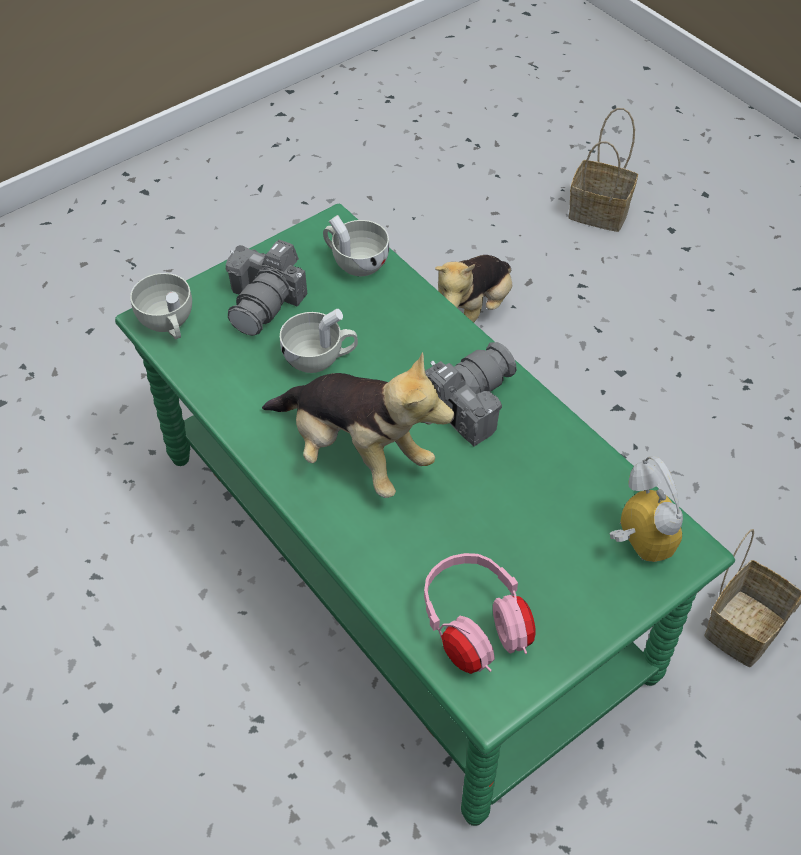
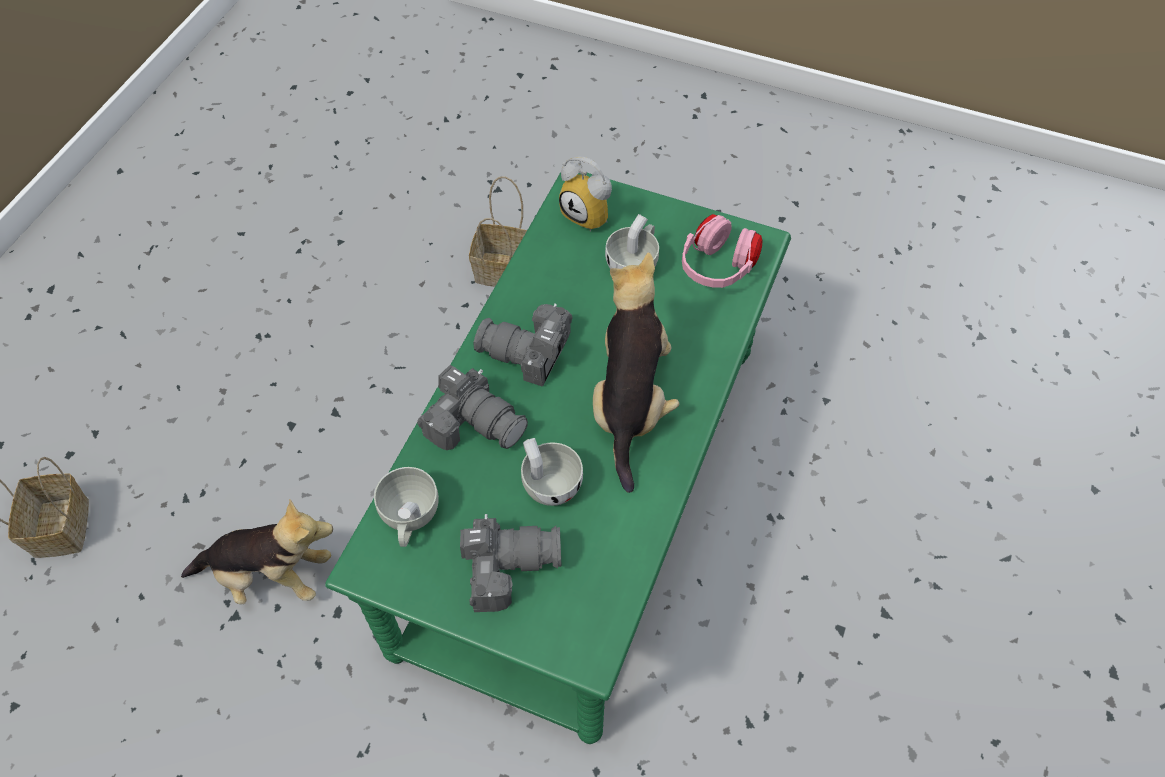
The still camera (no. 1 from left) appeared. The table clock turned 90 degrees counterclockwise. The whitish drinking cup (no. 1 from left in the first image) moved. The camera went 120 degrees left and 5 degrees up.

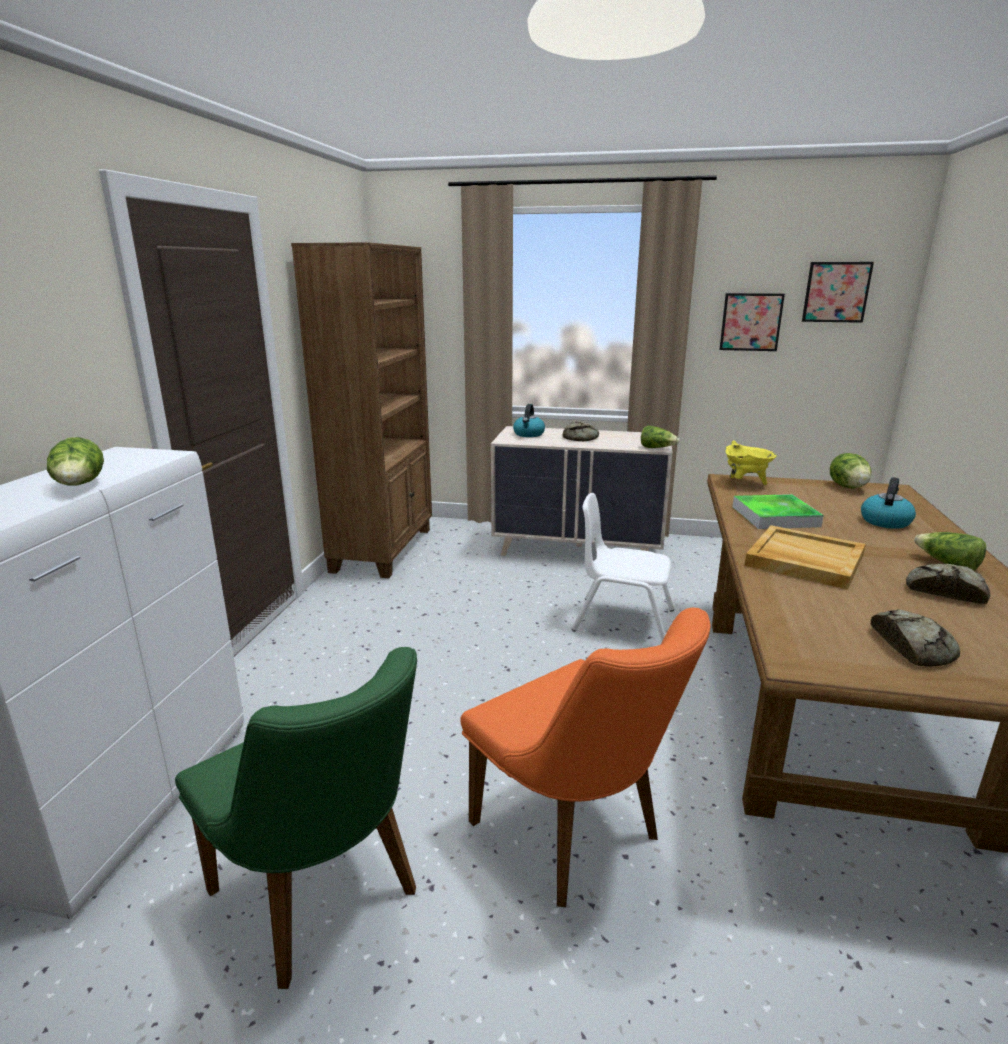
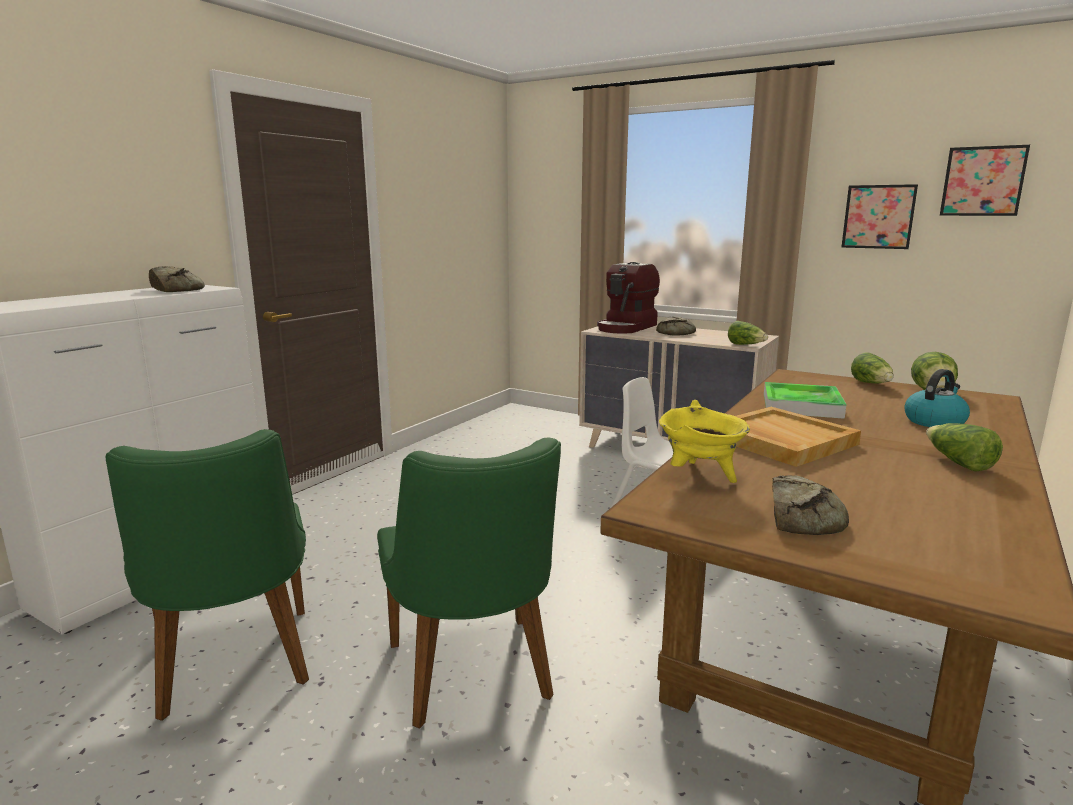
The bread (no. 3 from left in the first image) moved. The orange-coloured plain chair became the green plain chair (no. 2 from left). The tea kettle (no. 1 from left) was replaced by the coffee brewer. The yellow cooking pot moved. The head of lettuce (no. 1 from left in the first image) moved. The brown-coloured bookshelf disappeared. The camera went 20 degrees right and 5 degrees down.

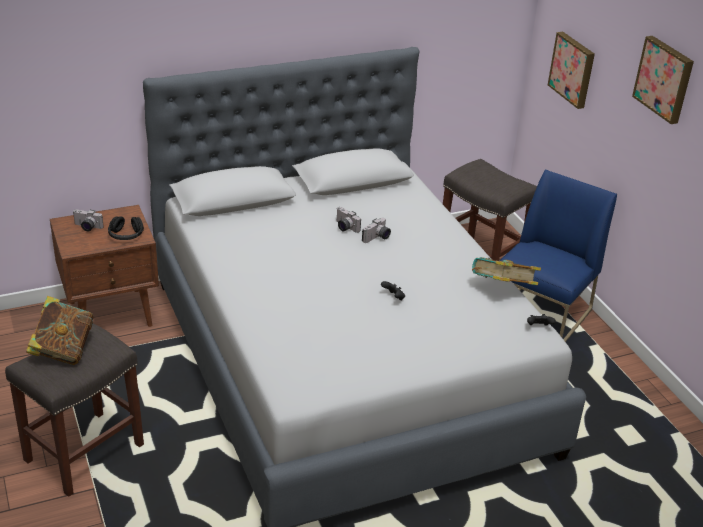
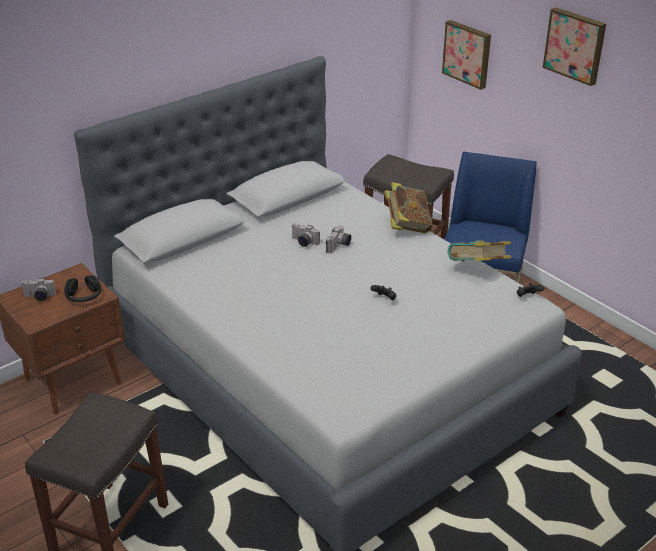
The volume (no. 1 from left) moved. The camera went 15 degrees left and 0 degrees up.

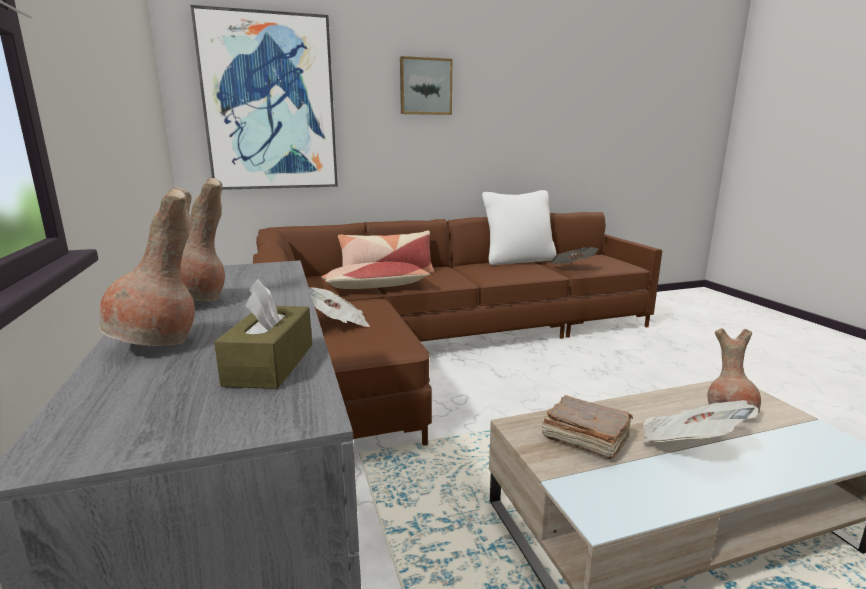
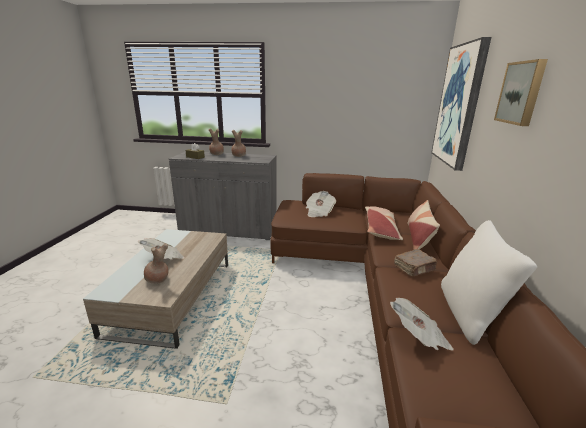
The brown-coloured volume moved. The camera went 115 degrees right and 5 degrees up.

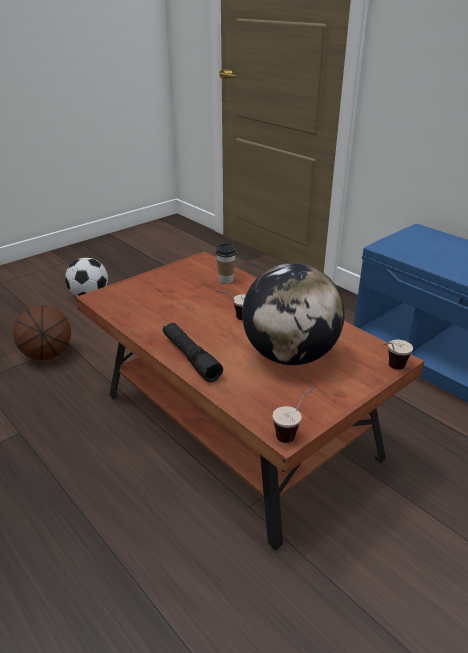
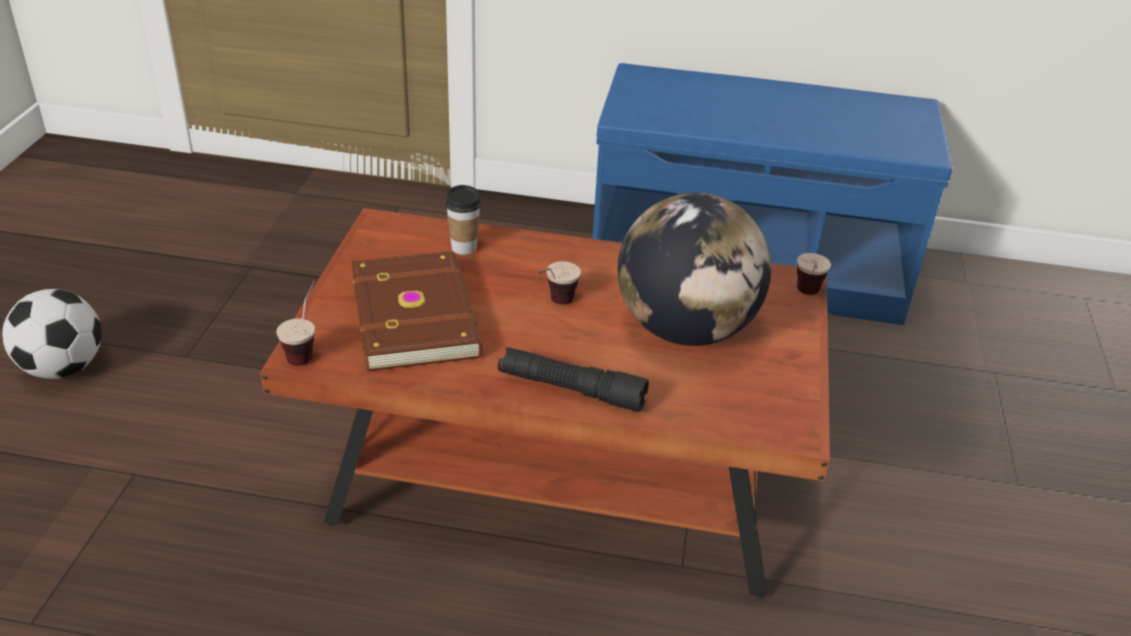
The drinking cup (no. 3 from left in the first image) moved. The brown-coloured volume appeared. The basketball ball disappeared. The camera went 40 degrees left and 5 degrees up.

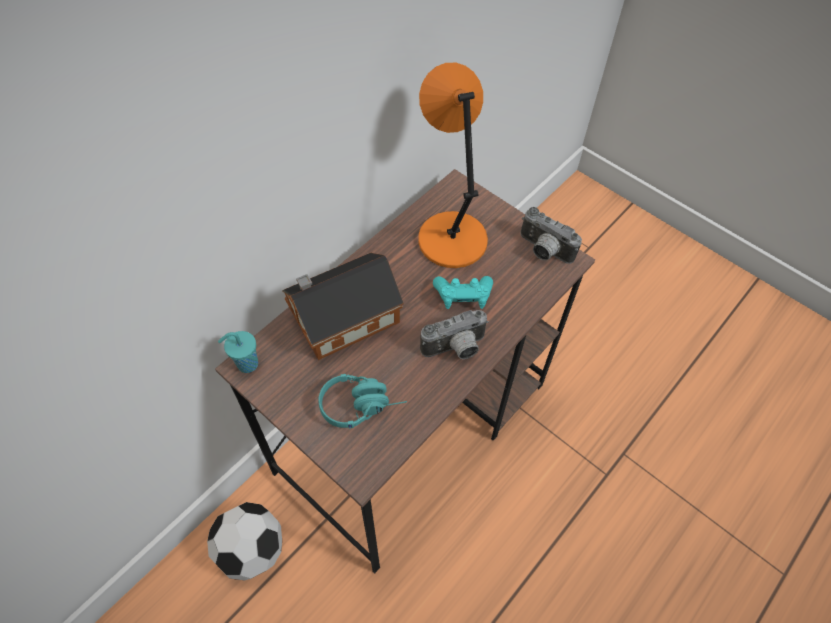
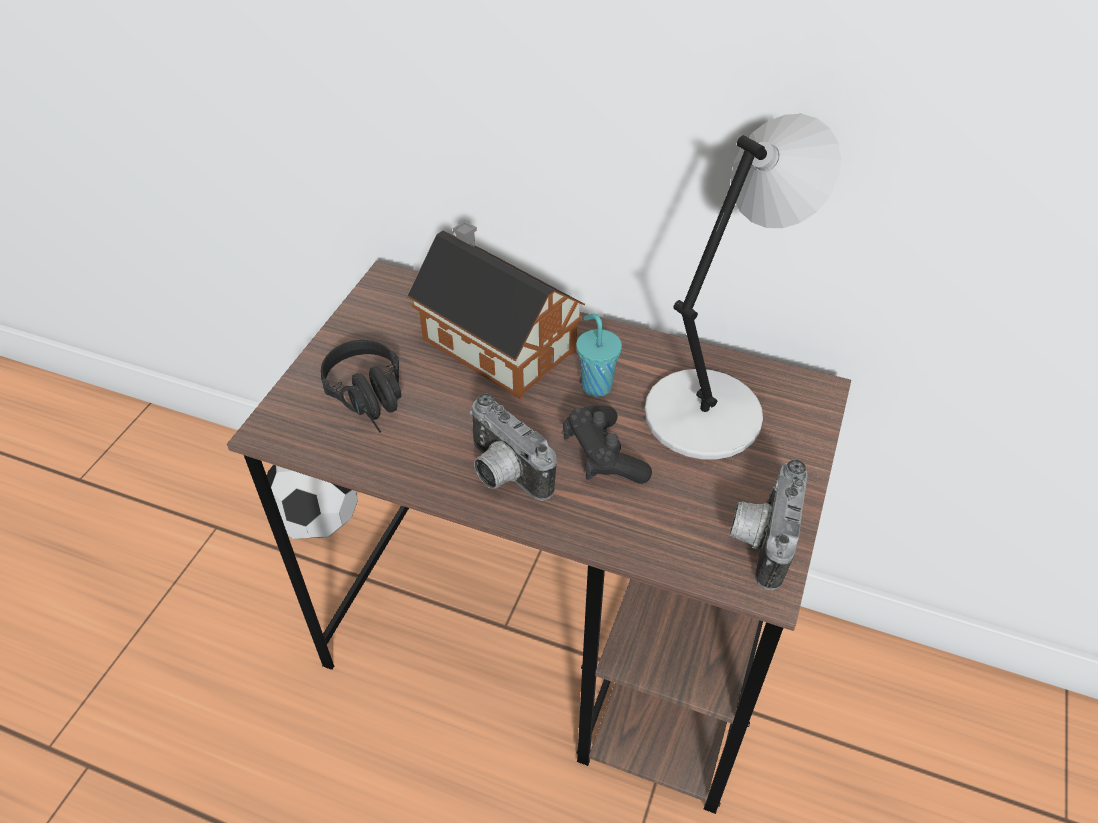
The turquoise headphones became the black-coloured headphones. The turquoise gamepad became the black-coloured gamepad. The turquoise drinking cup moved. The orange-coloured tabletop lamp became the greyish tabletop lamp. The camera went 70 degrees right and 10 degrees down.

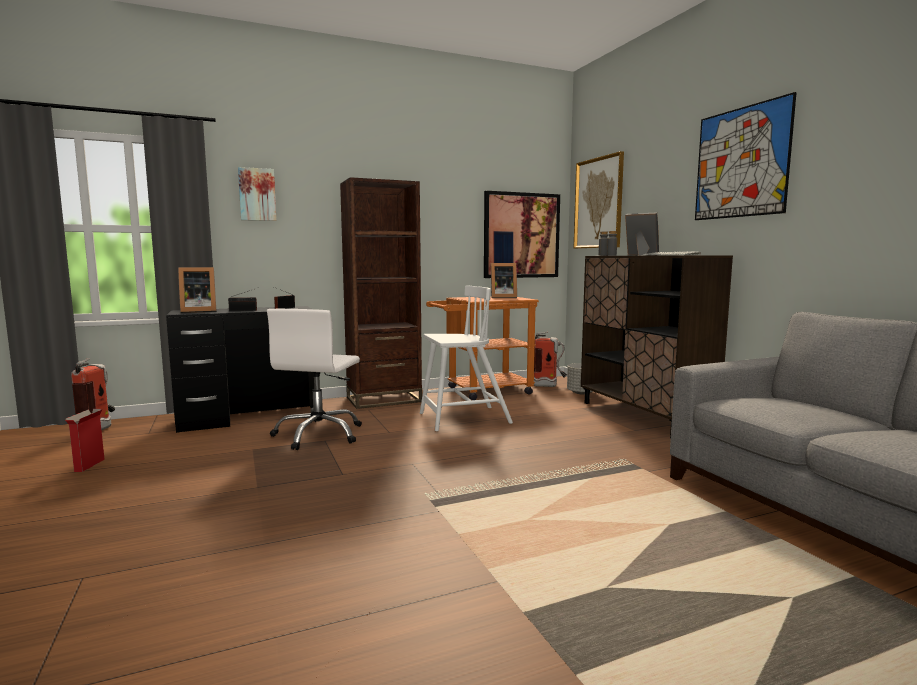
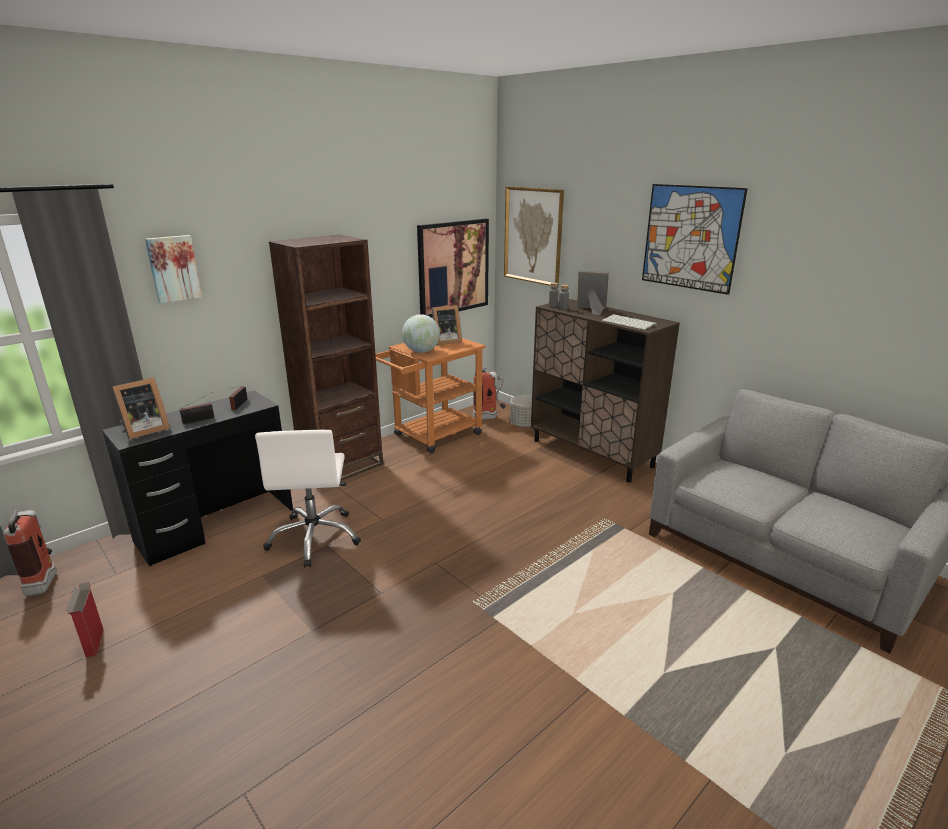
The globe appeared. The whitish plain chair disappeared. The camera went 20 degrees left and 15 degrees up.

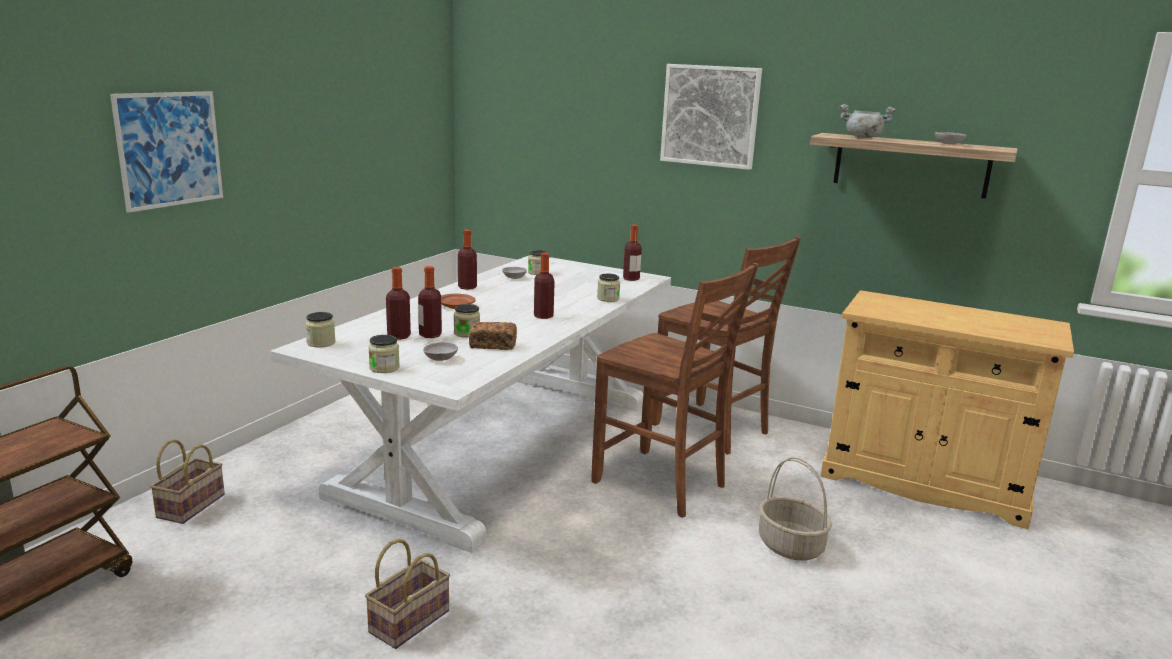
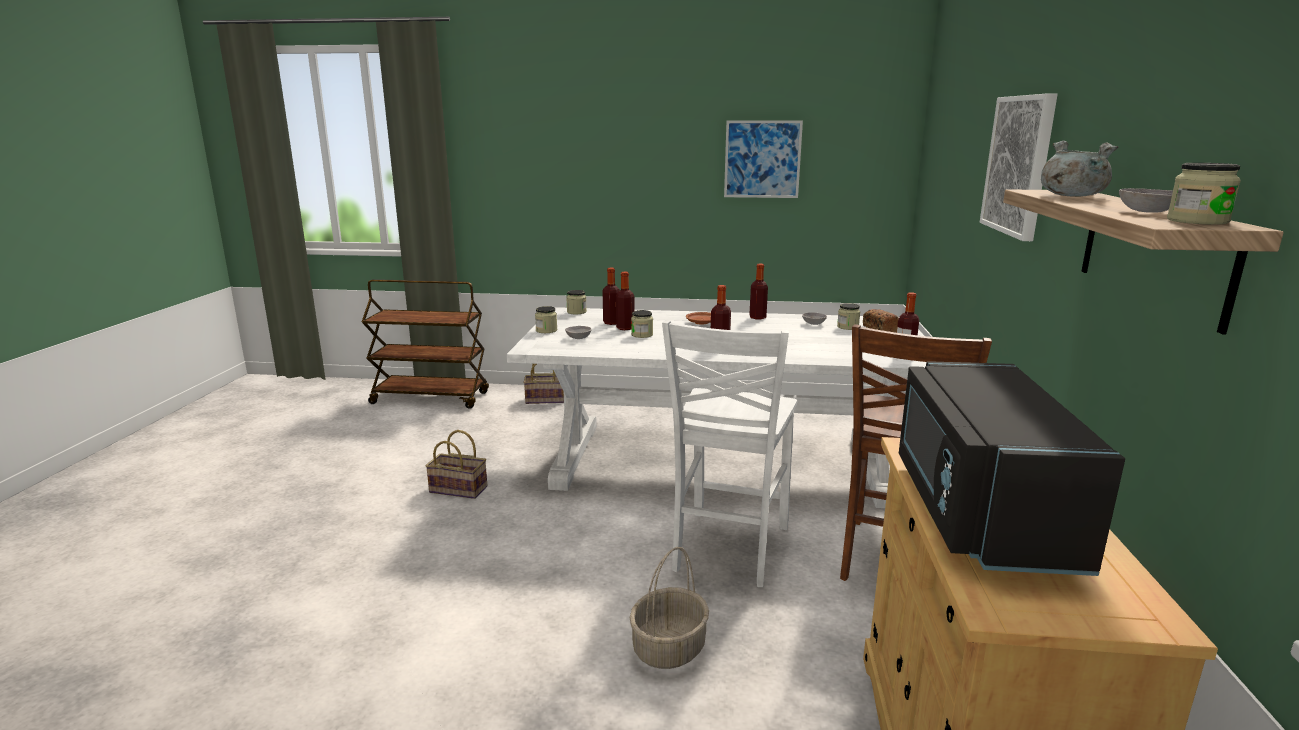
The brown-coloured plain chair (no. 1 from left) became the whitish plain chair. The wall art (no. 1 from left) moved. The bread moved. The black-coloured microwave oven appeared. The preserve jar (no. 5 from left) moved. The camera went 70 degrees right and 0 degrees up.

